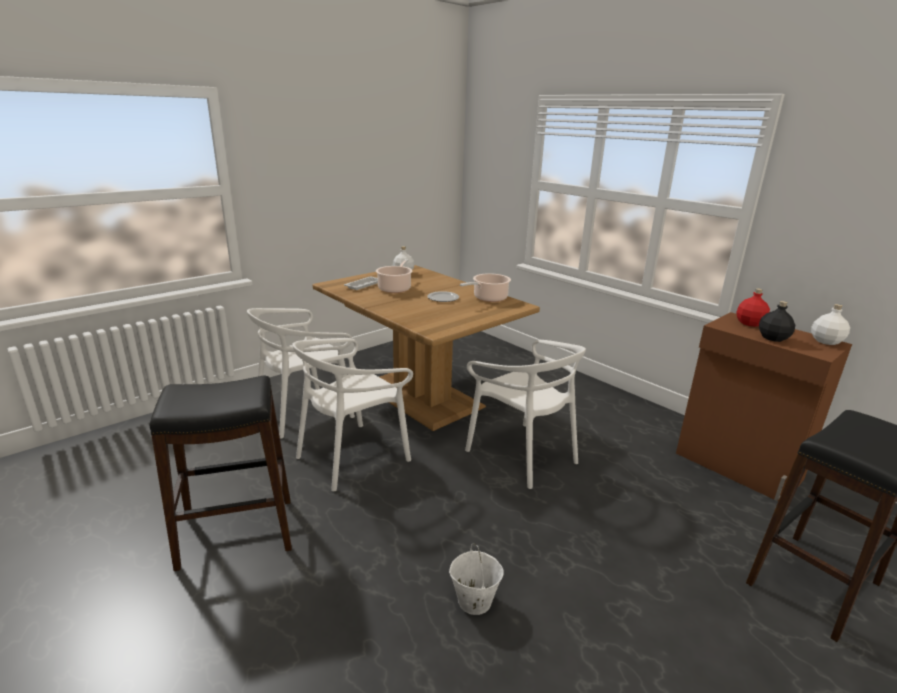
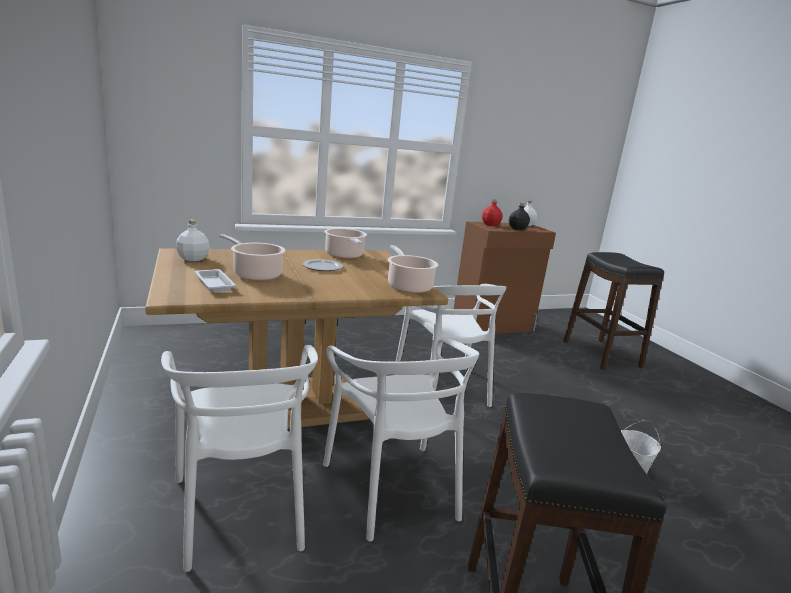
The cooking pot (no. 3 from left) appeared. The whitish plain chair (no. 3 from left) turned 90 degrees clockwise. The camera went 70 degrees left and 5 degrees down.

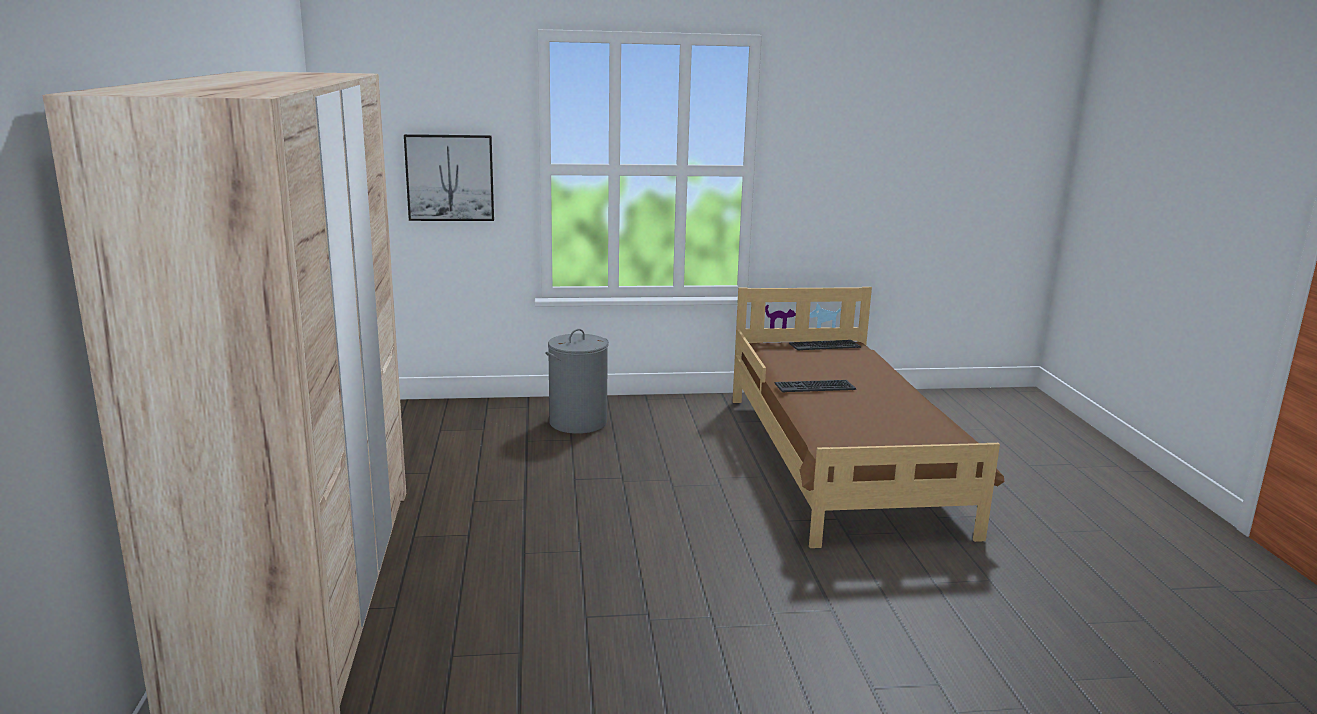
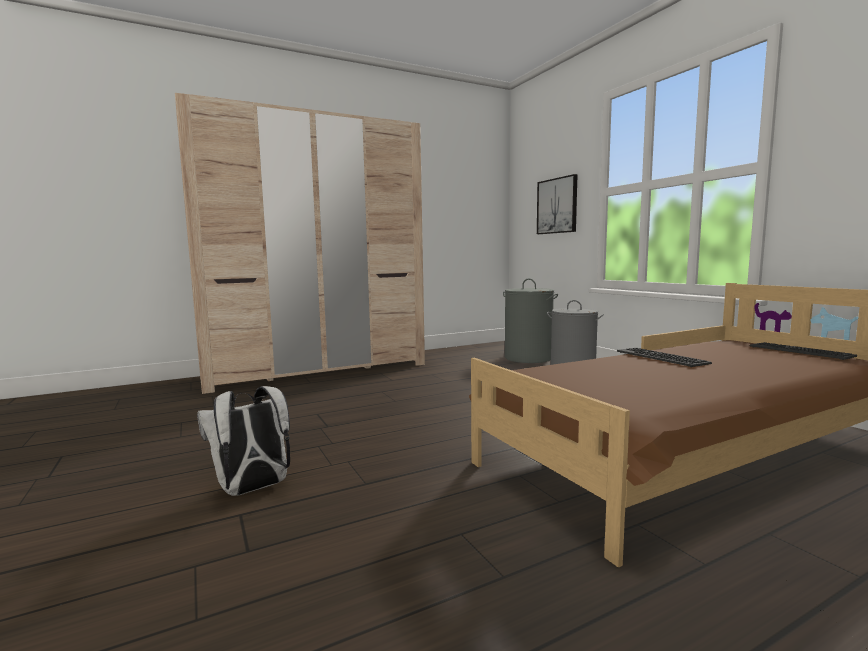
The whitish knapsack appeared. The greyish hamper (no. 1 from left) appeared. The camera went 70 degrees right and 10 degrees down.

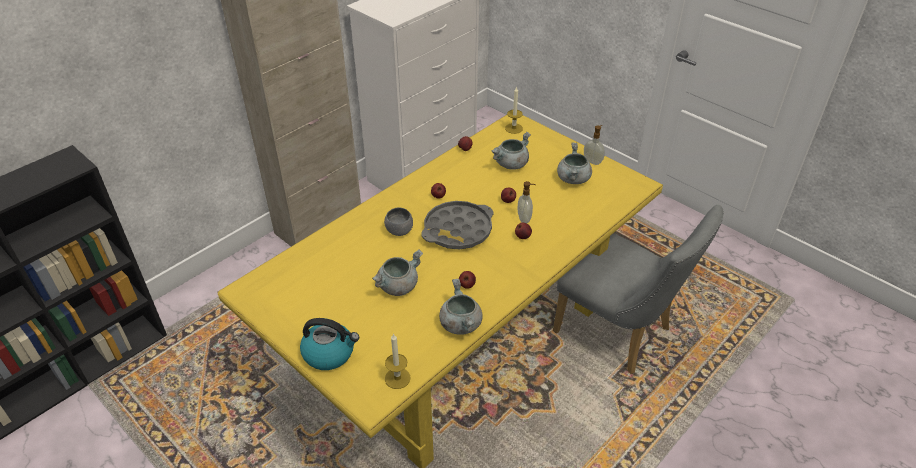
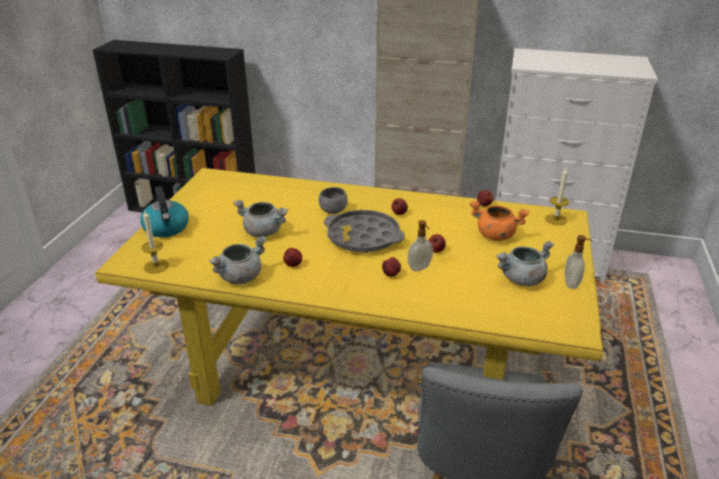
The greyish cooking pot (no. 3 from left) became the orange-coloured cooking pot. The camera went 60 degrees right and 10 degrees down.

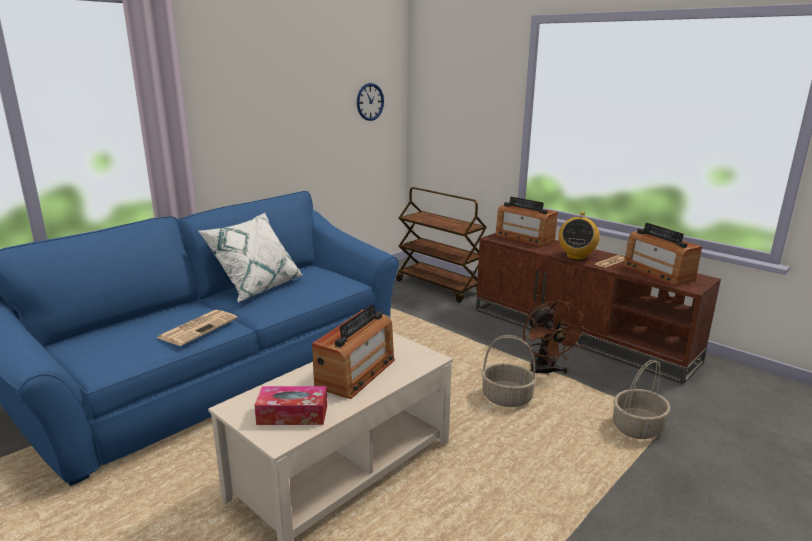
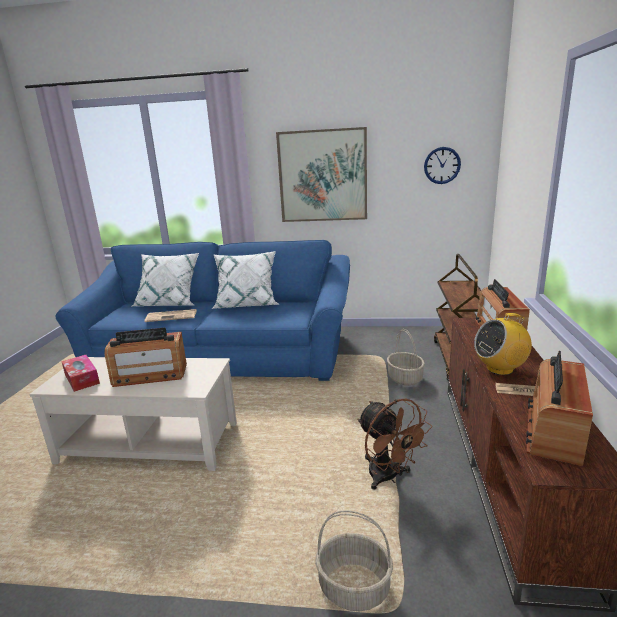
The whitish cushion (no. 1 from left) appeared. The wall art appeared. The brown-coloured fan turned 75 degrees counterclockwise. The storage basket (no. 1 from left in the first image) moved. The camera went 55 degrees right and 0 degrees up.

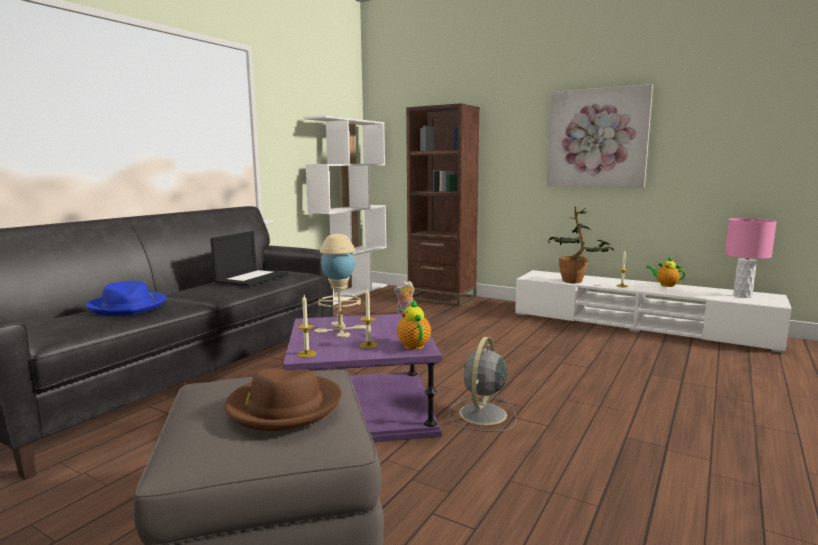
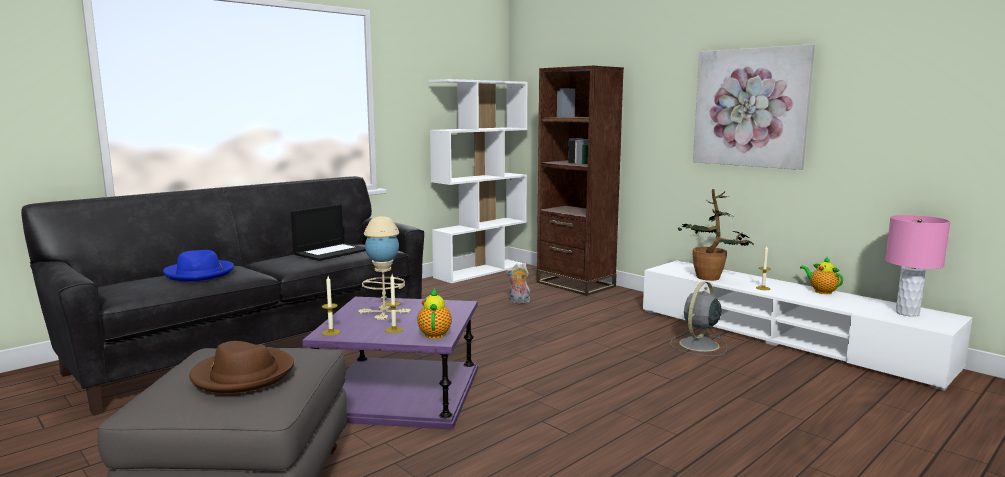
The greyish fan moved. The camera went 15 degrees right and 0 degrees up.

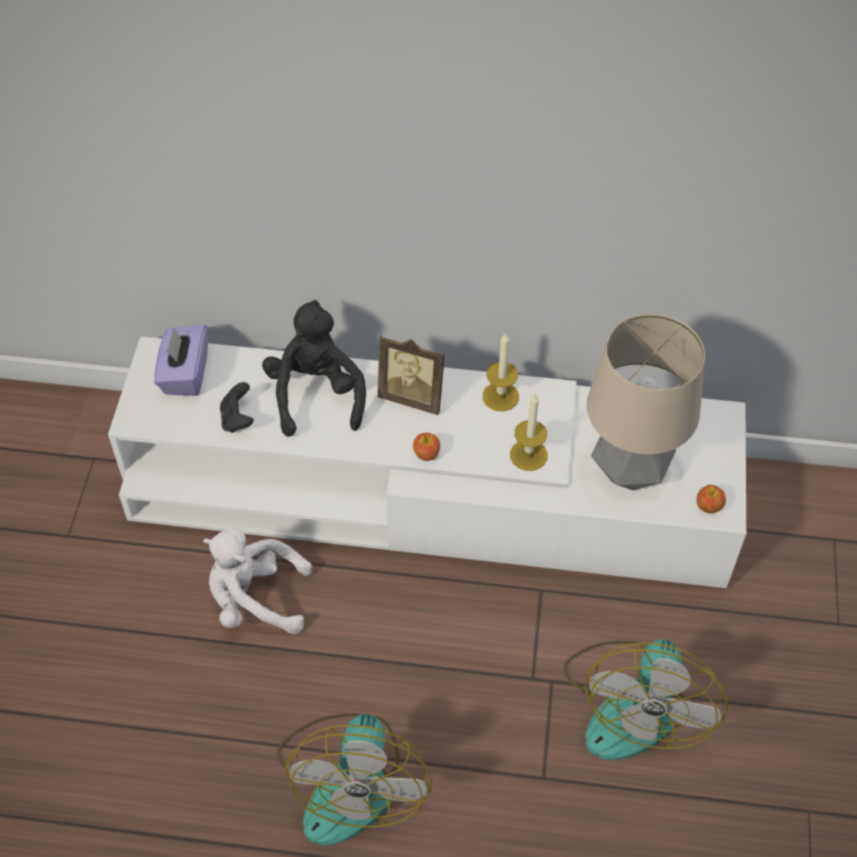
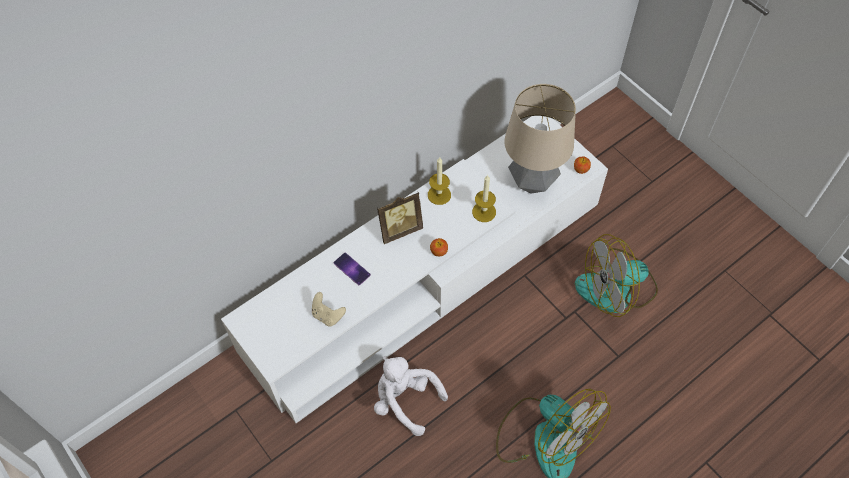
The black-coloured gamepad became the beige-coloured gamepad. The black-coloured cuddly toy was replaced by the telephone. The whitish cuddly toy turned 75 degrees clockwise. The fan (no. 2 from left) turned 105 degrees clockwise. The purple tissue box disappeared. The camera went 45 degrees left and 5 degrees up.

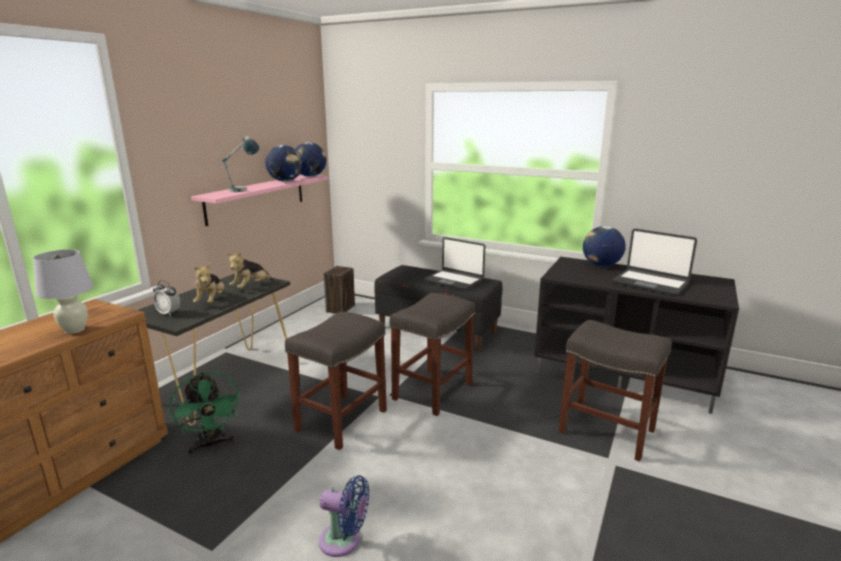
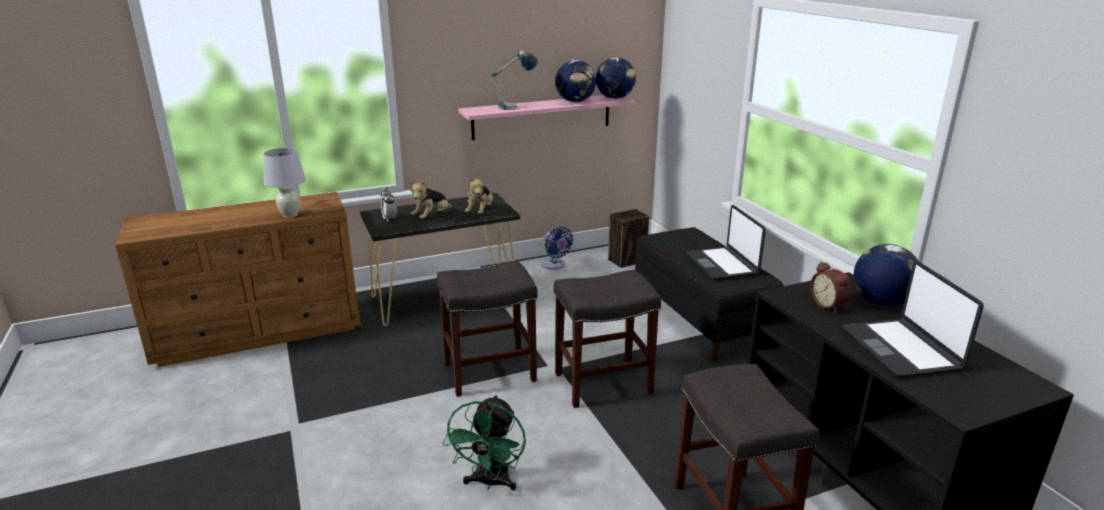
The green fan moved. The cuddly toy (no. 2 from left) turned 60 degrees counterclockwise. The blue-coloured fan moved. The table clock (no. 2 from left) appeared. The camera went 40 degrees right and 5 degrees up.

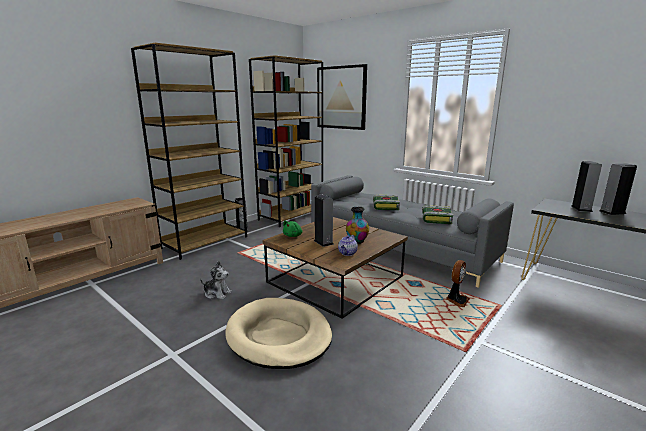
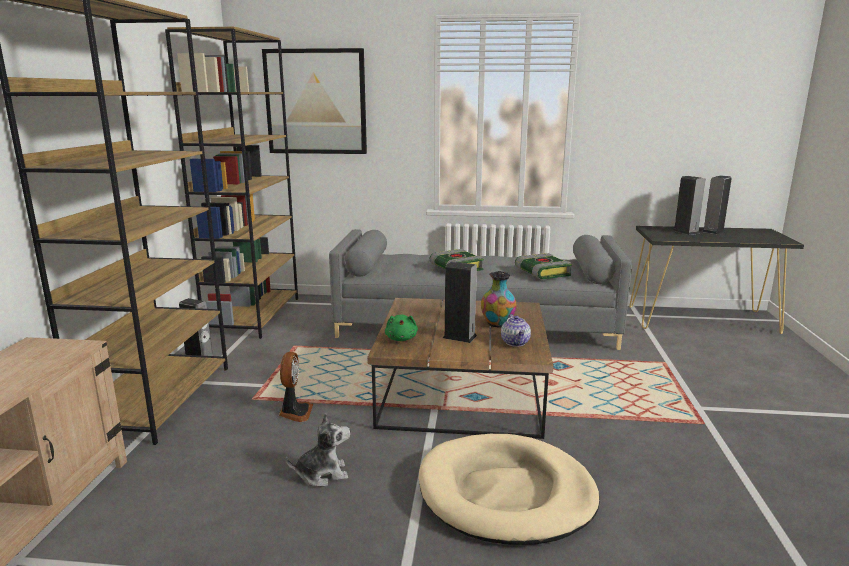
The fan moved. The camera went 35 degrees left and 0 degrees up.

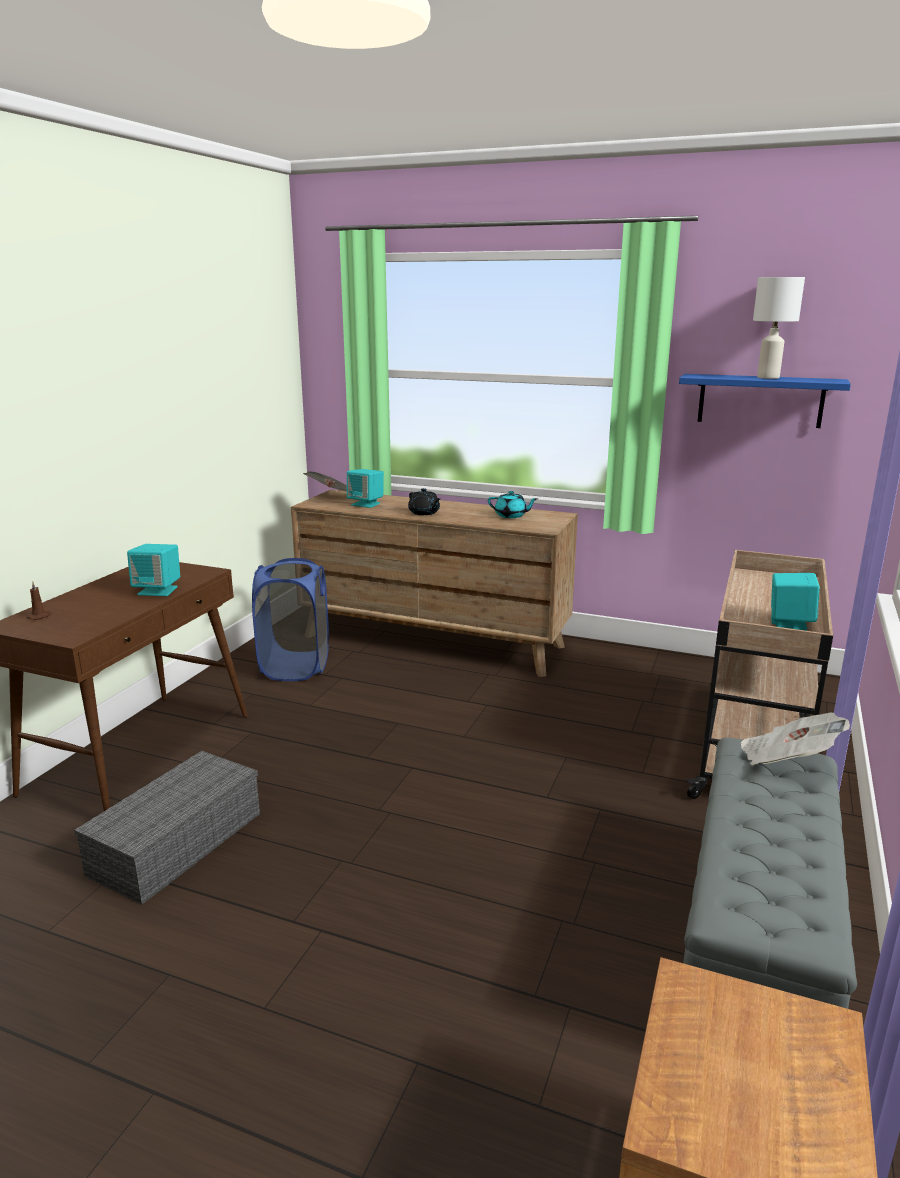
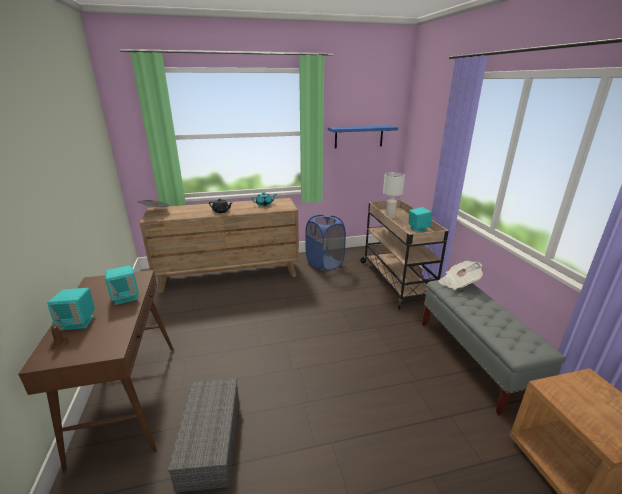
The turquoise loudspeaker (no. 2 from left in the first image) moved. The blue-coloured hamper moved. The whitish tabletop lamp moved. The camera went 35 degrees left and 5 degrees up.

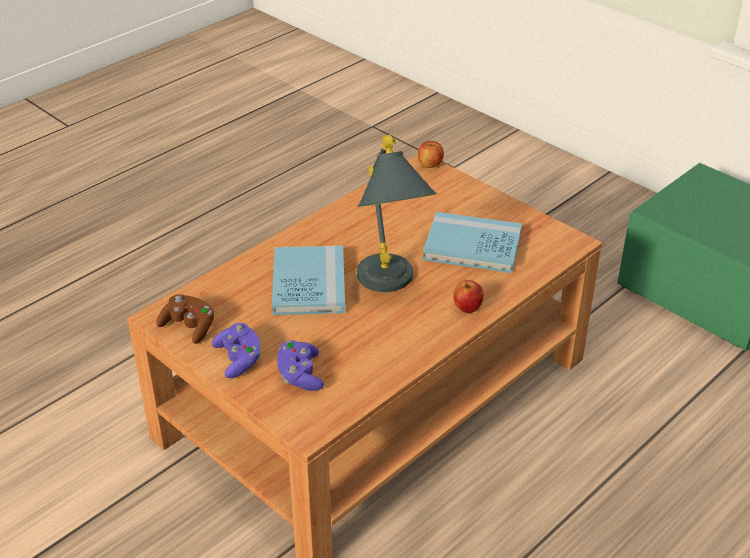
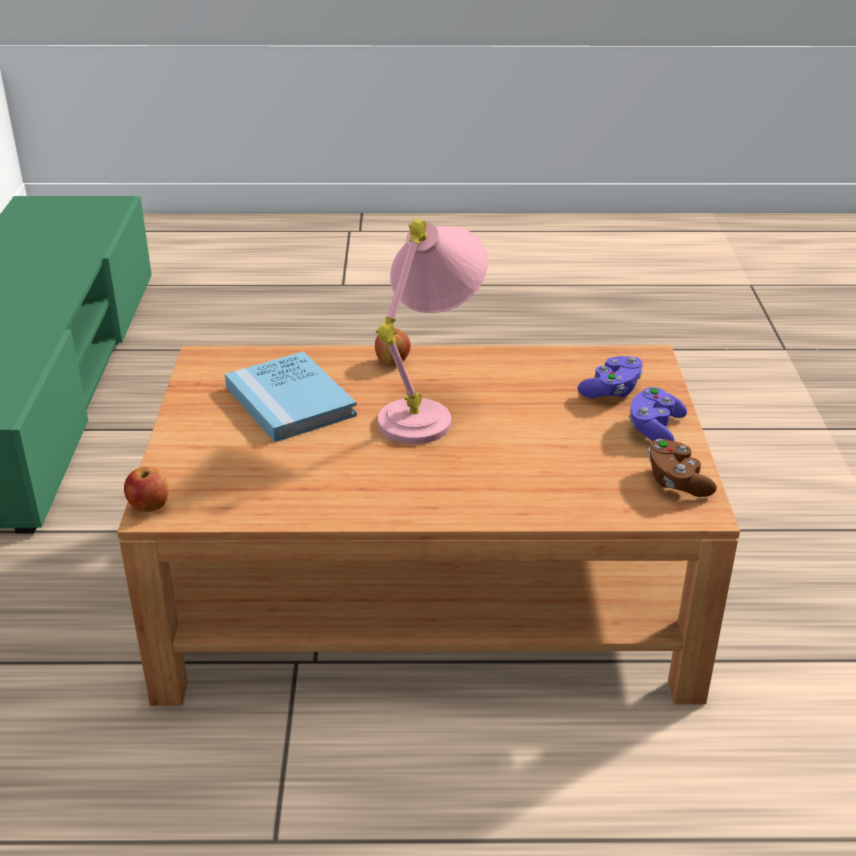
The greyish tabletop lamp became the pink-coloured tabletop lamp. The blue-coloured volume (no. 1 from left) disappeared. The camera went 135 degrees left and 5 degrees down.

